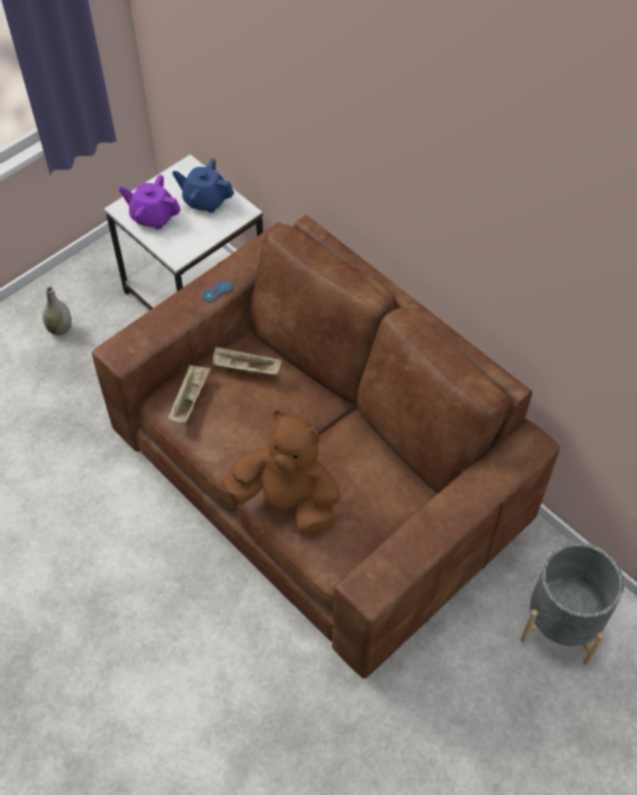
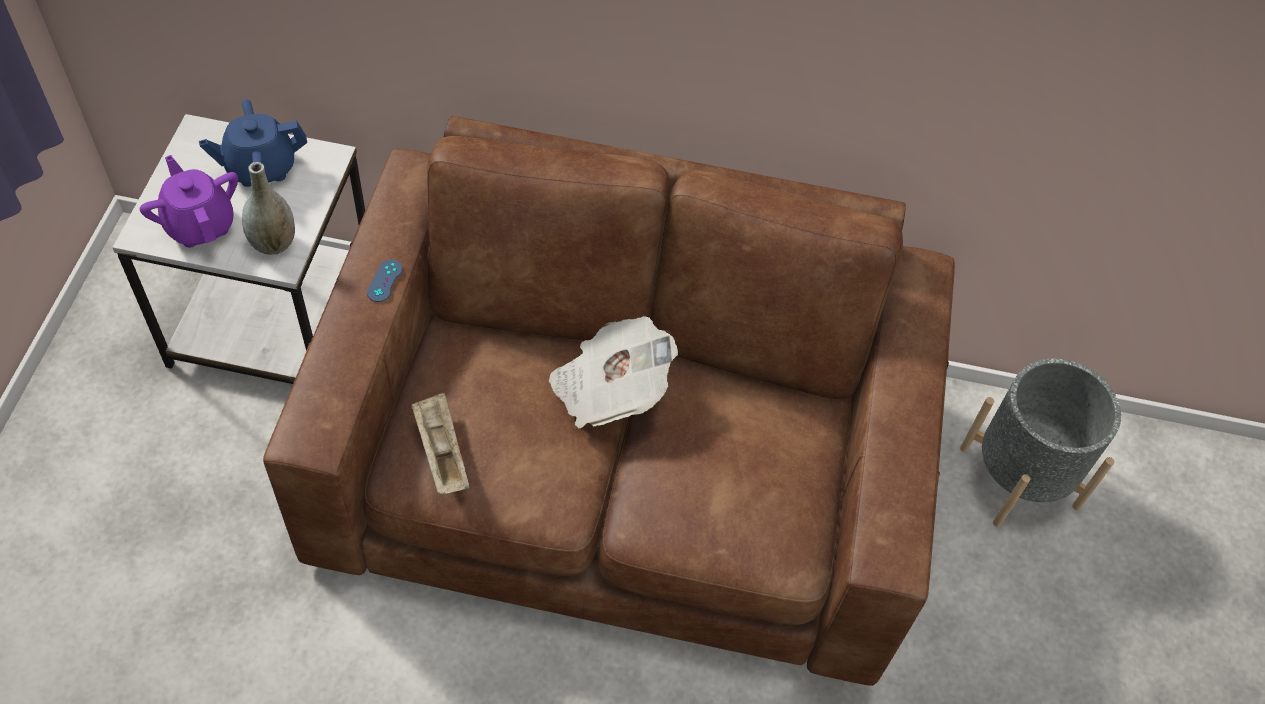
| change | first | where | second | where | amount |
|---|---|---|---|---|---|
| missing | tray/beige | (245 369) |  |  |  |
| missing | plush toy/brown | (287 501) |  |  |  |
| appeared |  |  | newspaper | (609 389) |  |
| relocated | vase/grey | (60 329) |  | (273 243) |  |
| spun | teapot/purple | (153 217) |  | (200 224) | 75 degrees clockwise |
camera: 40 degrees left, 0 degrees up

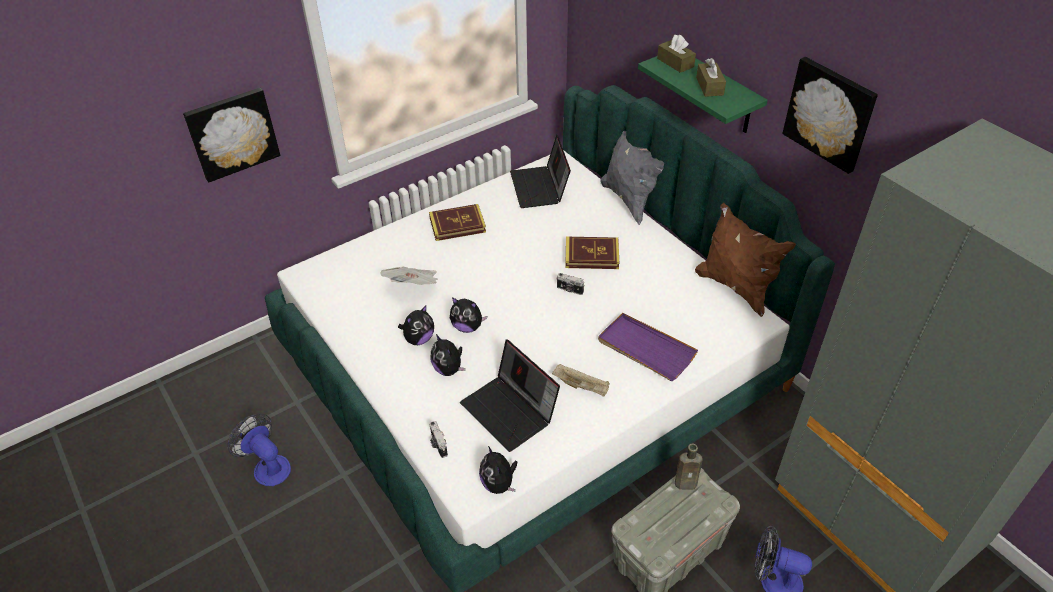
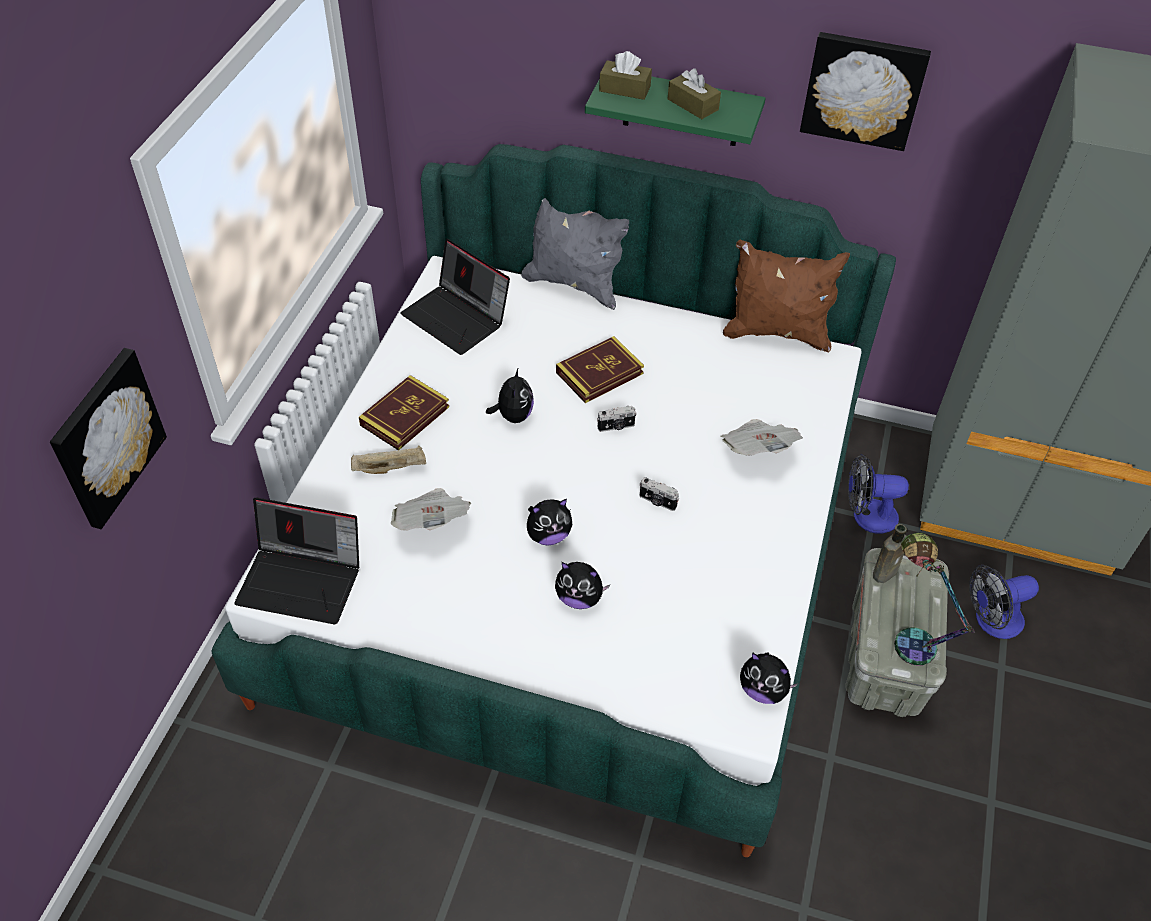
| change | first | where | second | where | amount |
|---|---|---|---|---|---|
| appeared |  |  | table lamp | (909 636) |  |
| relocated | fan | (268 466) |  | (867 516) |  |
| relocated | plush toy | (419 339) |  | (513 415) |  |
| relocated | photo camera | (438 445) |  | (657 502) |  |
| relocated | laptop | (510 411) |  | (303 580) |  |
| relocated | tray/beige | (581 386) |  | (390 468) |  |
| exchanged | tray/purple | (645 349) | newspaper | (757 450) |  |
camera: 40 degrees left, 5 degrees up

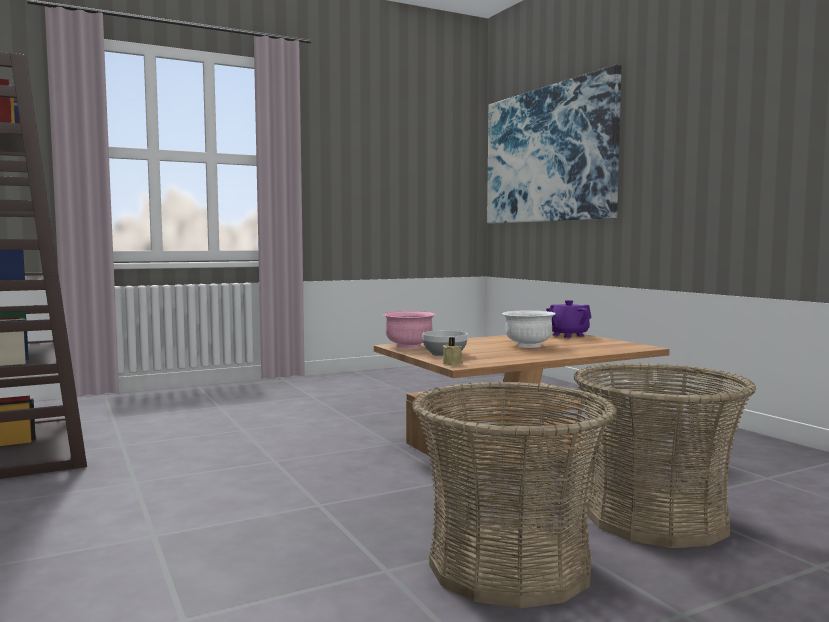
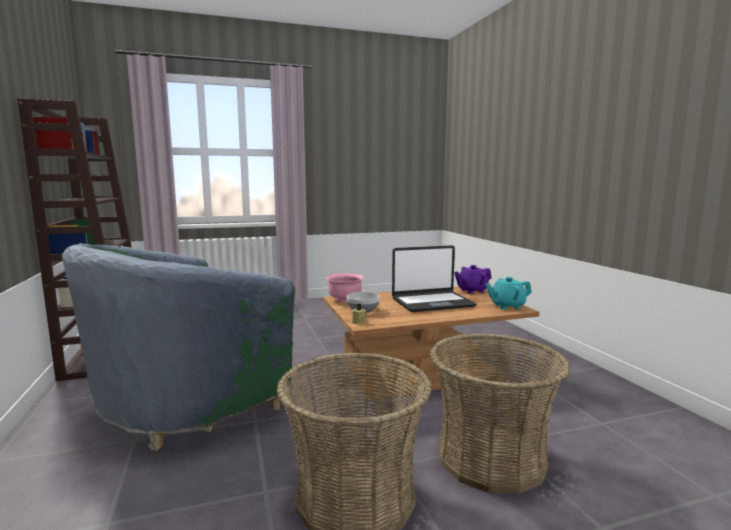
| change | first | where | second | where | amount |
|---|---|---|---|---|---|
| missing | picture | (548 155) |  |  |  |
| appeared |  |  | armchair/green | (189 406) |  |
| appeared |  |  | teapot/turquoise | (507 306) |  |
| exchanged | bowl/white | (528 345) | laptop | (432 302) |  |
camera: 10 degrees right, 5 degrees up

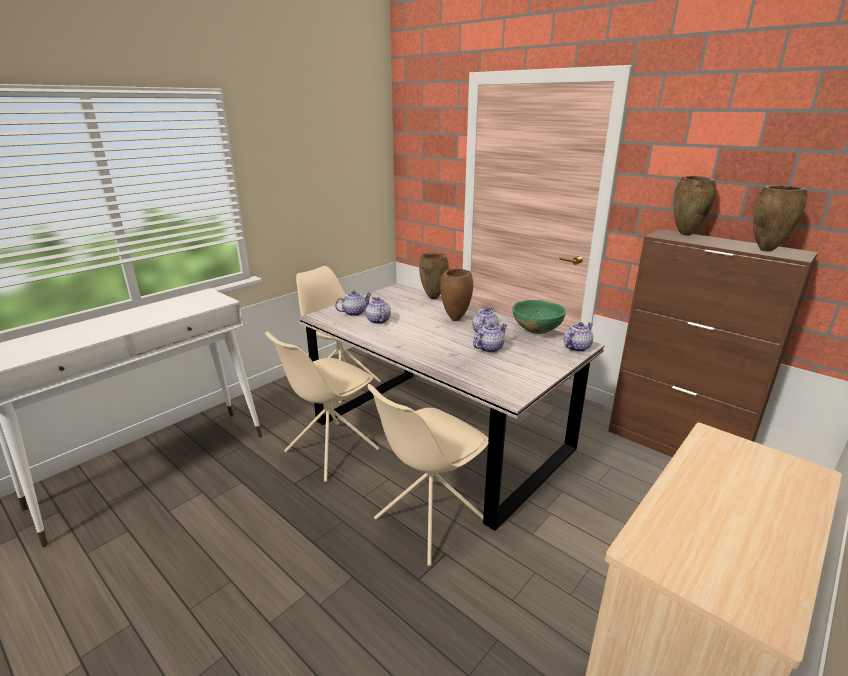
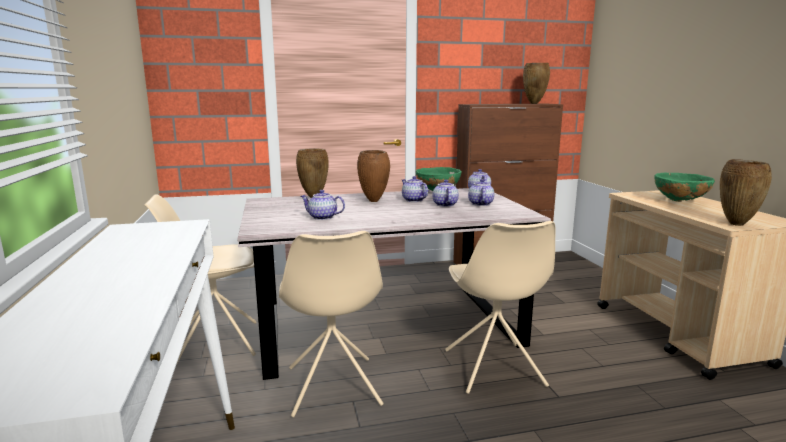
| change | first | where | second | where | amount |
|---|---|---|---|---|---|
| appeared |  |  | bowl/green | (680 201) |  |
| relocated | teapot | (354 312) |  | (480 204) |  |
| relocated | vase/brown | (686 234) |  | (737 224) |  |
camera: 55 degrees left, 10 degrees down

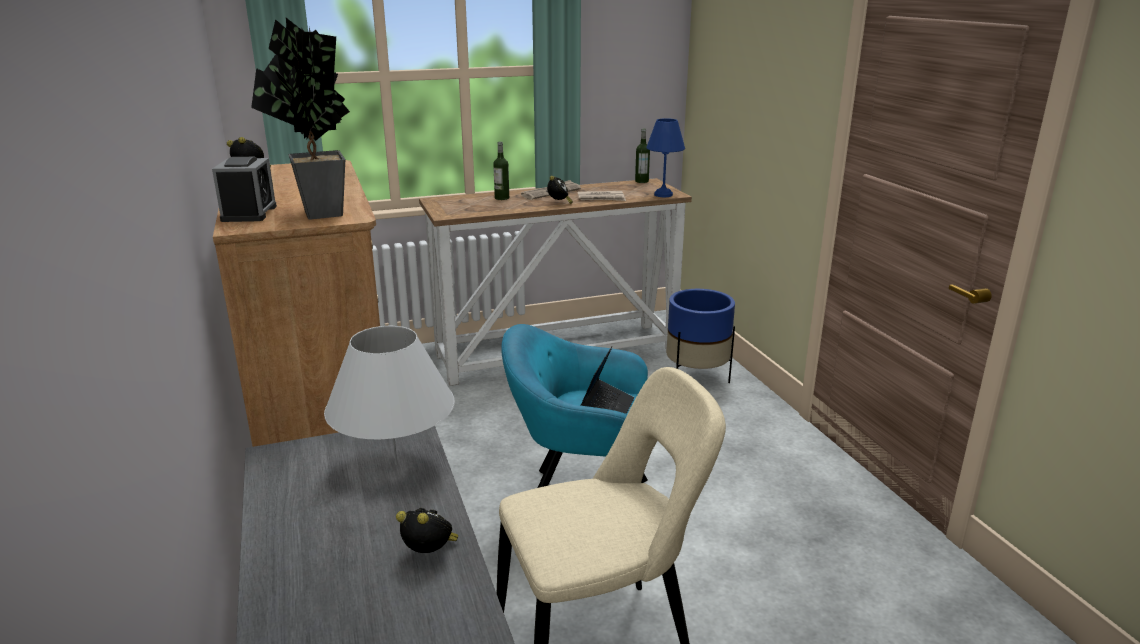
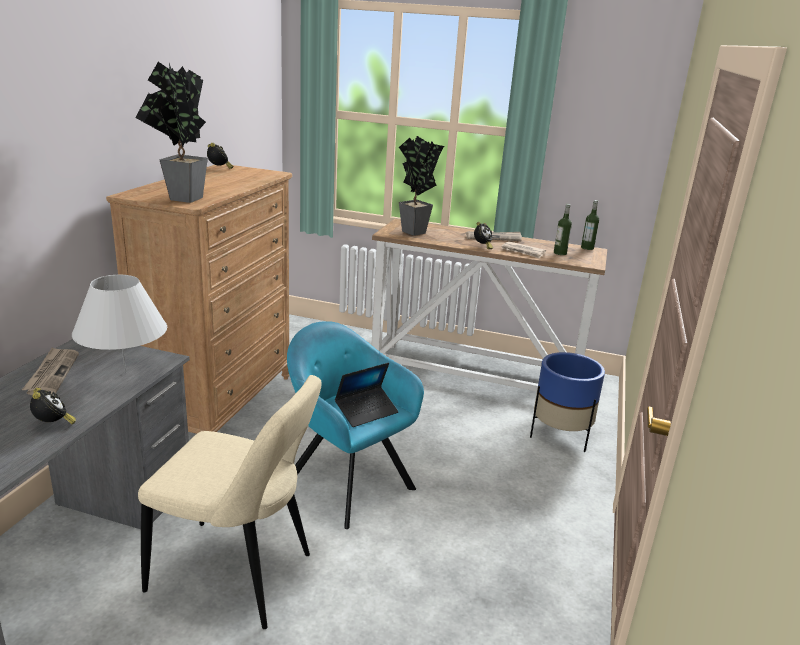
| change | first | where | second | where | amount |
|---|---|---|---|---|---|
| missing | alarm clock | (249 213) |  |  |  |
| missing | table lamp/blue | (664 195) |  |  |  |
| appeared |  |  | newspaper | (52 373) |  |
| appeared |  |  | potted plant | (414 233) |  |
| relocated | bottle | (502 198) |  | (560 253) |  |
camera: 35 degrees right, 0 degrees up

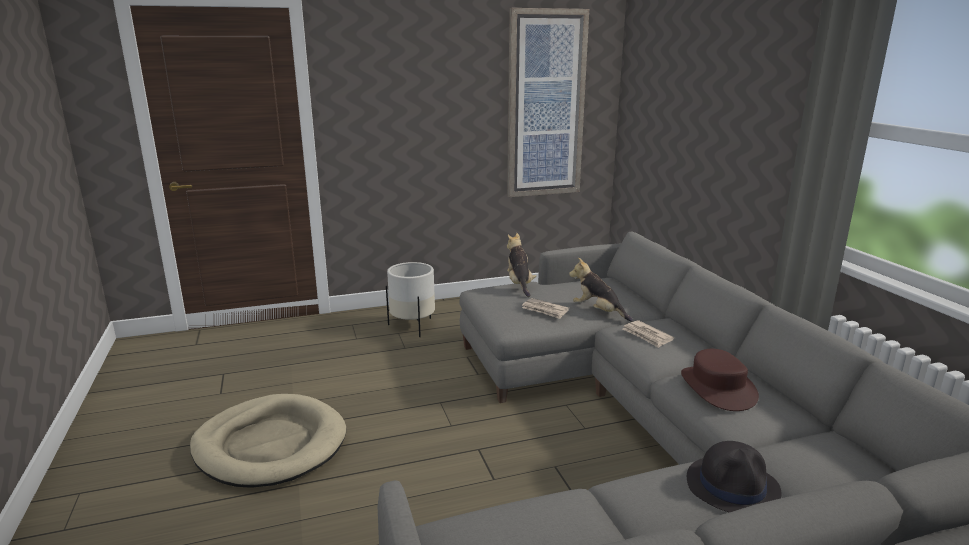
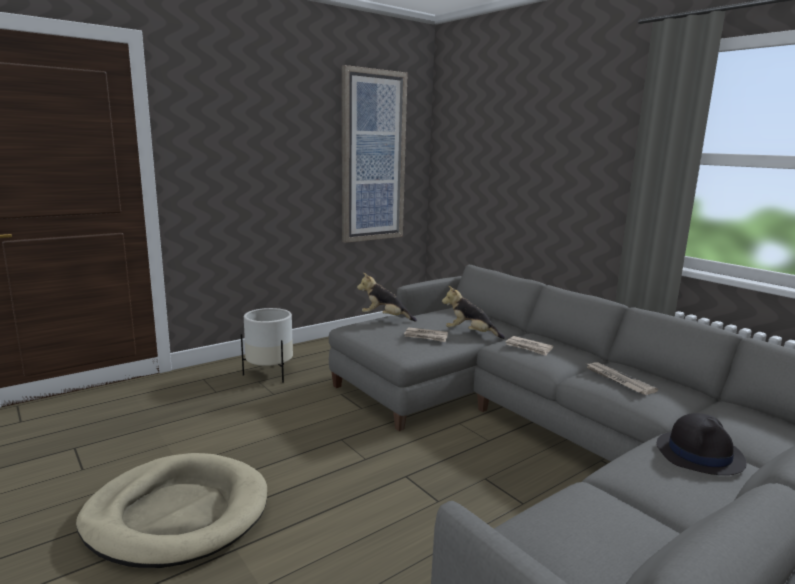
| change | first | where | second | where | amount |
|---|---|---|---|---|---|
| exchanged | hat/brown | (717 388) | newspaper | (618 380) |  |
| spun | plush toy | (519 284) |  | (385 318) | 45 degrees counterclockwise |
camera: 20 degrees left, 5 degrees down

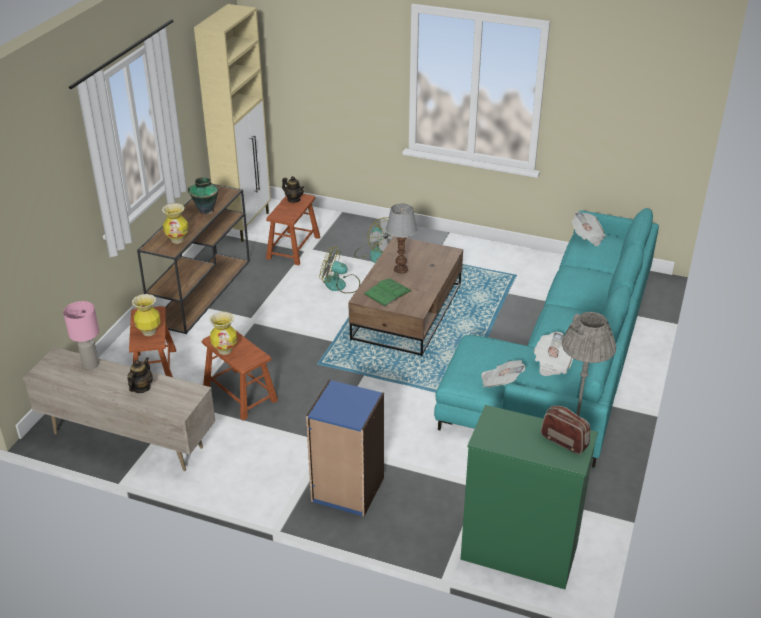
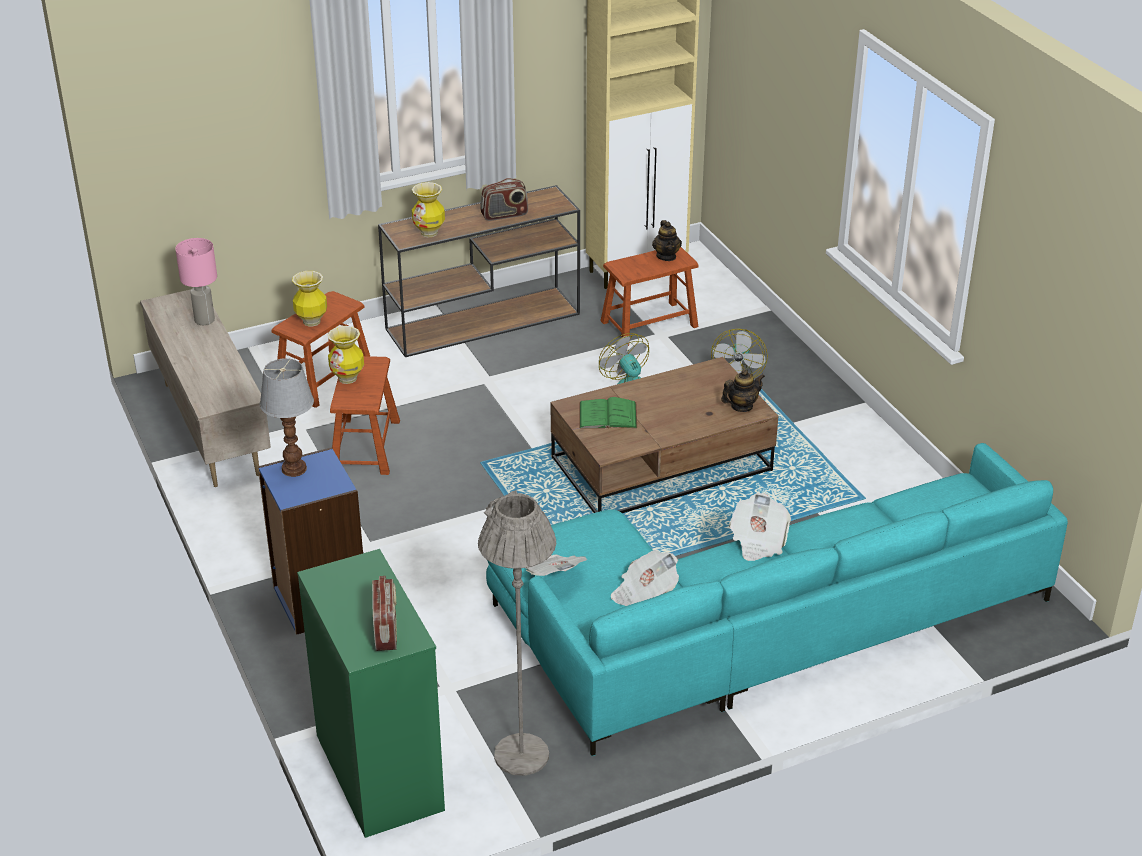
| change | first | where | second | where | amount |
|---|---|---|---|---|---|
| relocated | teapot | (141 388) |  | (741 406) |  |
| relocated | table lamp | (401 269) |  | (295 468) |  |
| relocated | newspaper | (587 237) |  | (758 541) |  |
| exchanged | vase | (205 211) | radio | (504 215) |  |
camera: 45 degrees right, 0 degrees up

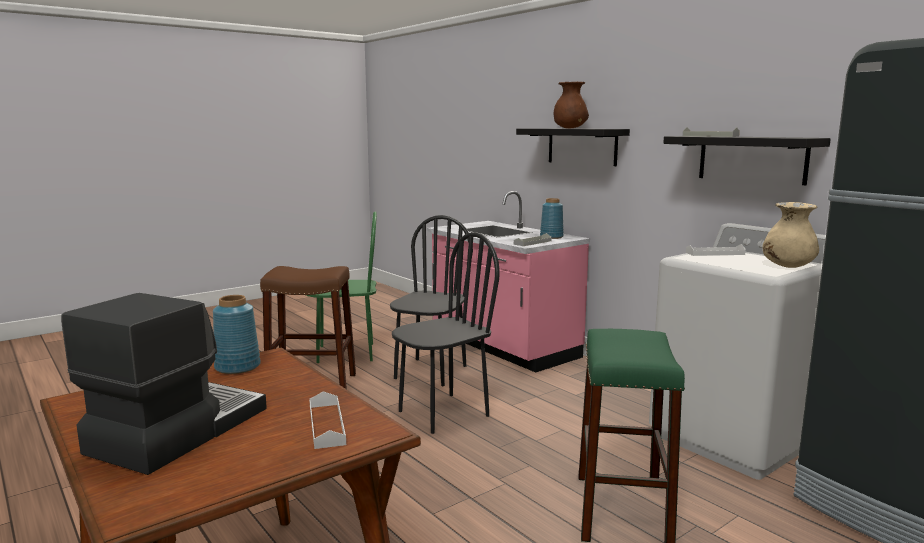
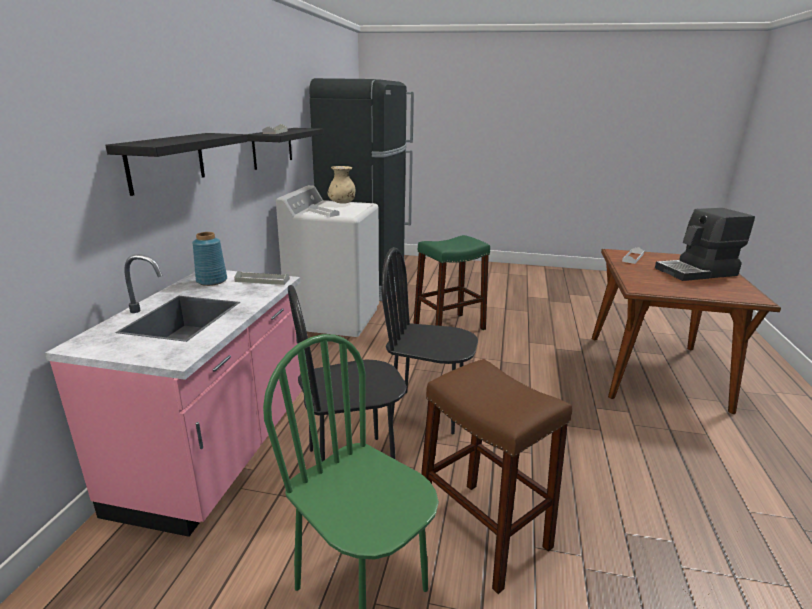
| change | first | where | second | where | amount |
|---|---|---|---|---|---|
| missing | vase/blue | (238 367) |  |  |  |
| missing | vase/brown | (570 128) |  |  |  |
camera: 130 degrees left, 10 degrees up

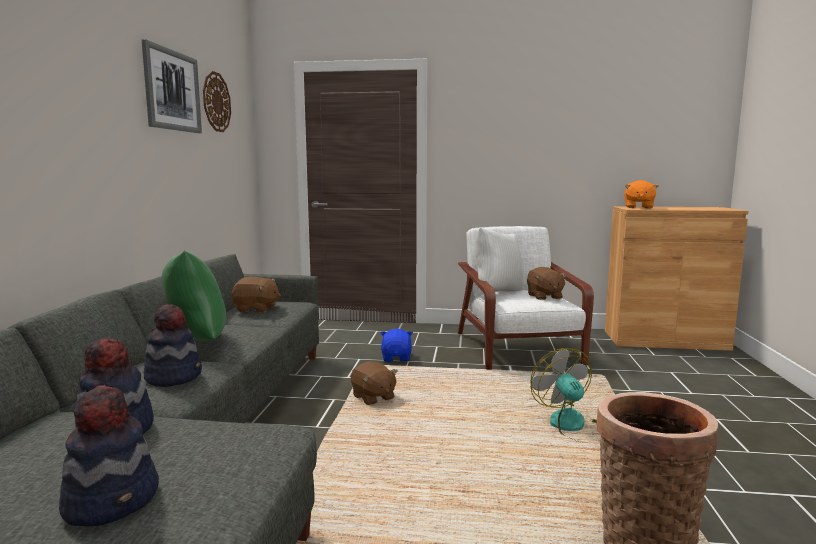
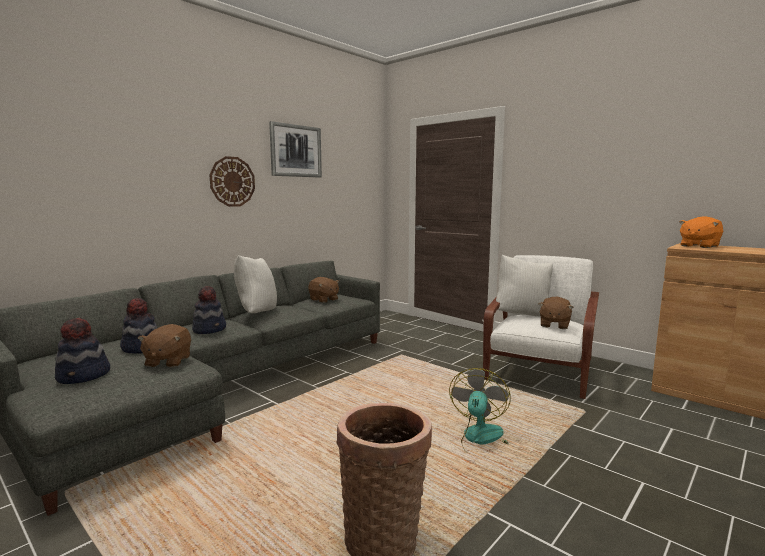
| change | first | where | second | where | amount |
|---|---|---|---|---|---|
| missing | plush toy/blue | (396 358) |  |  |  |
| relocated | wall clock | (216 102) |  | (232 181) |  |
| relocated | plush toy/brown | (373 398) |  | (167 361) |  |
| colour | pillow/green | (195 341) | pillow/white | (256 312) |  |
camera: 35 degrees right, 0 degrees up

